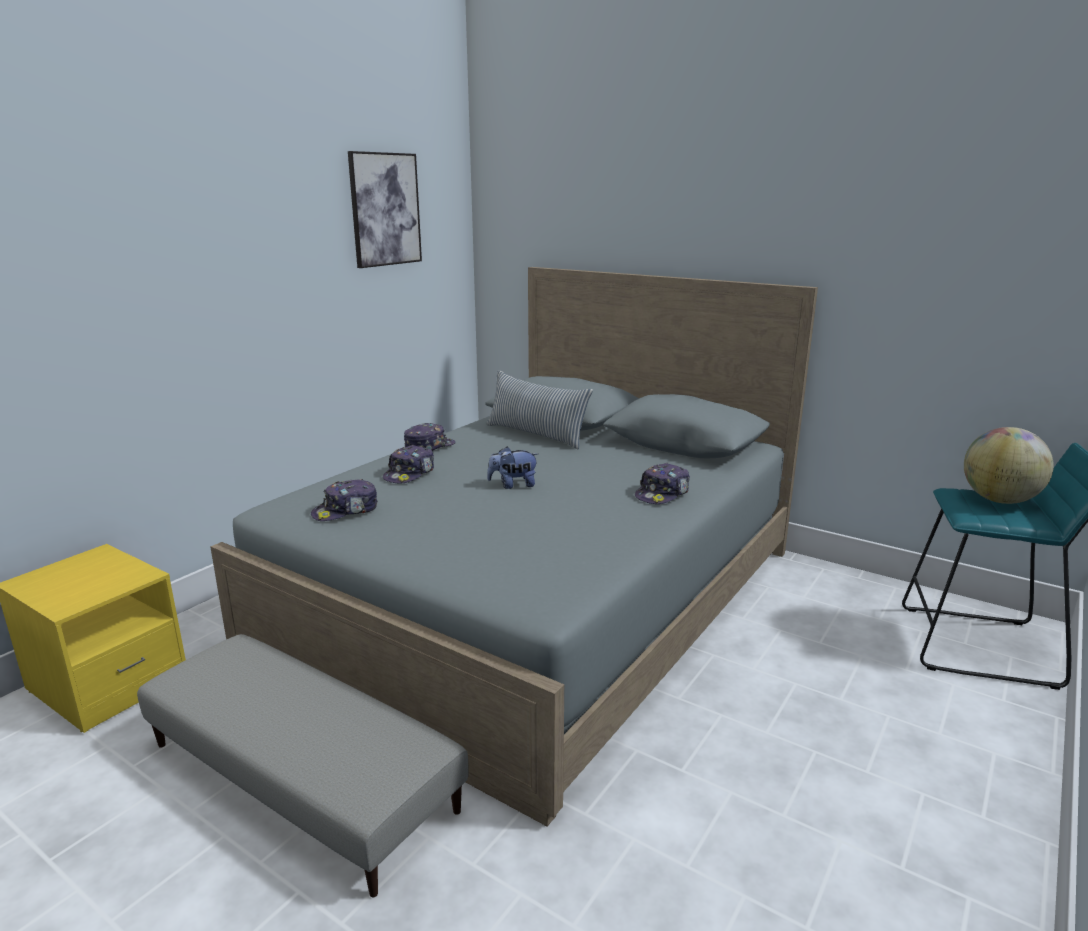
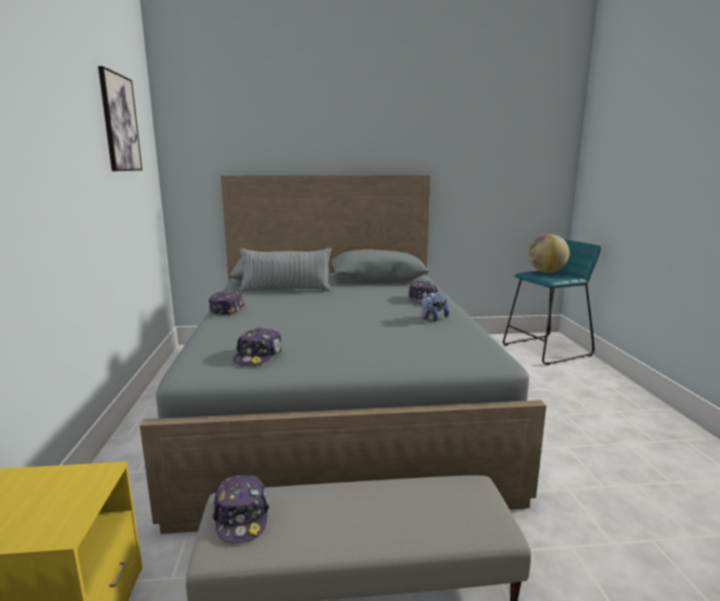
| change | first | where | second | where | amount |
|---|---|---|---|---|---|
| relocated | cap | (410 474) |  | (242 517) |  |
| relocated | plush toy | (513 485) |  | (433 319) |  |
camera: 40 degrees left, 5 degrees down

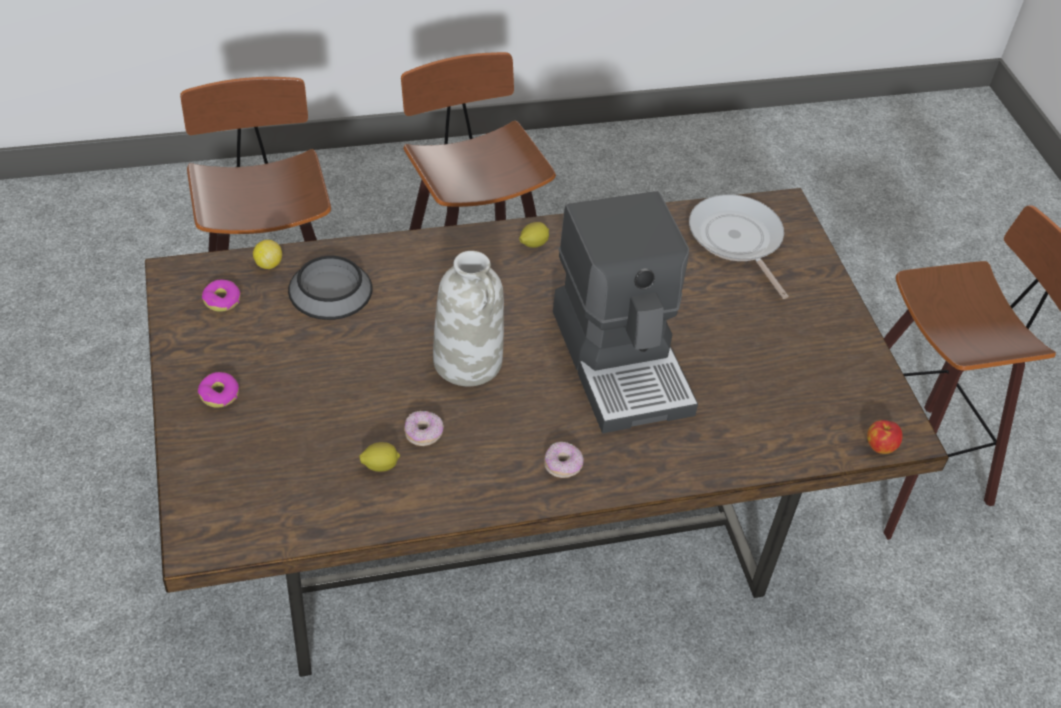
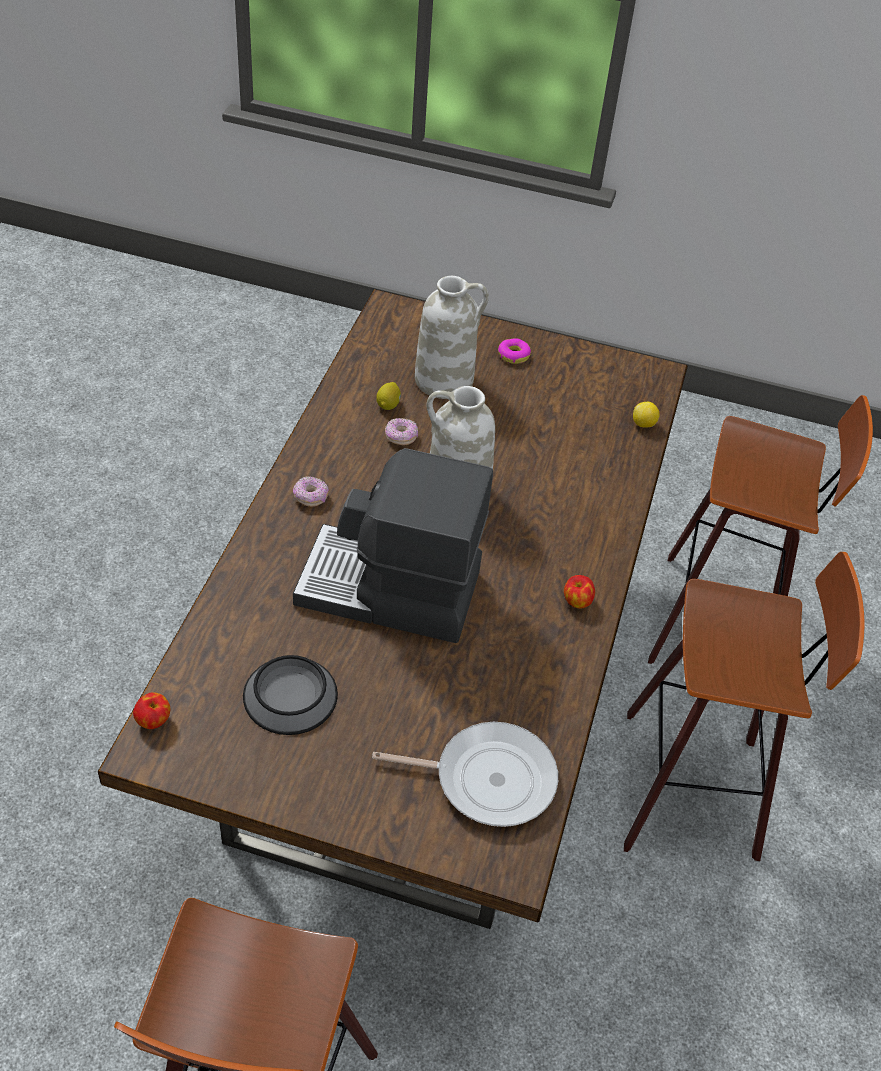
| change | first | where | second | where | amount |
|---|---|---|---|---|---|
| missing | donut | (222 300) |  |  |  |
| appeared |  |  | vase/white | (445 379) |  |
| relocated | bowl | (330 289) |  | (290 695) |  |
| exchanged | lemon | (533 244) | apple | (577 601) |  |
camera: 120 degrees right, 0 degrees up

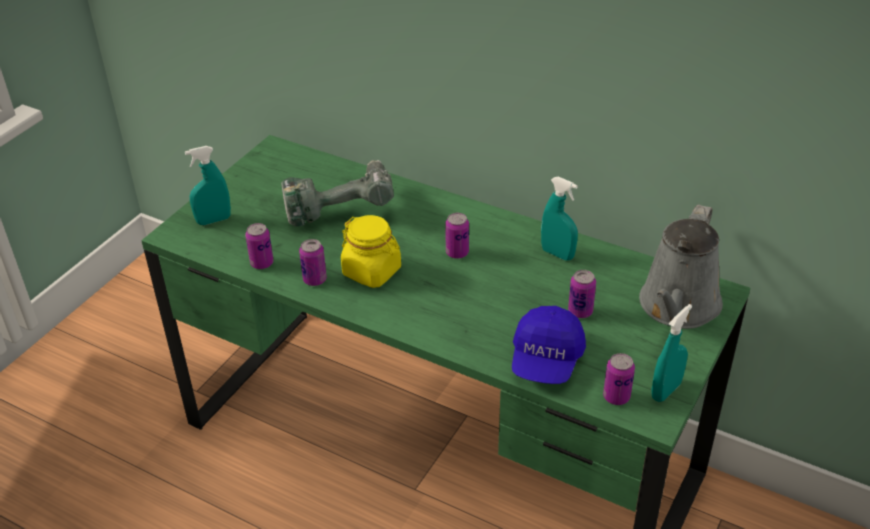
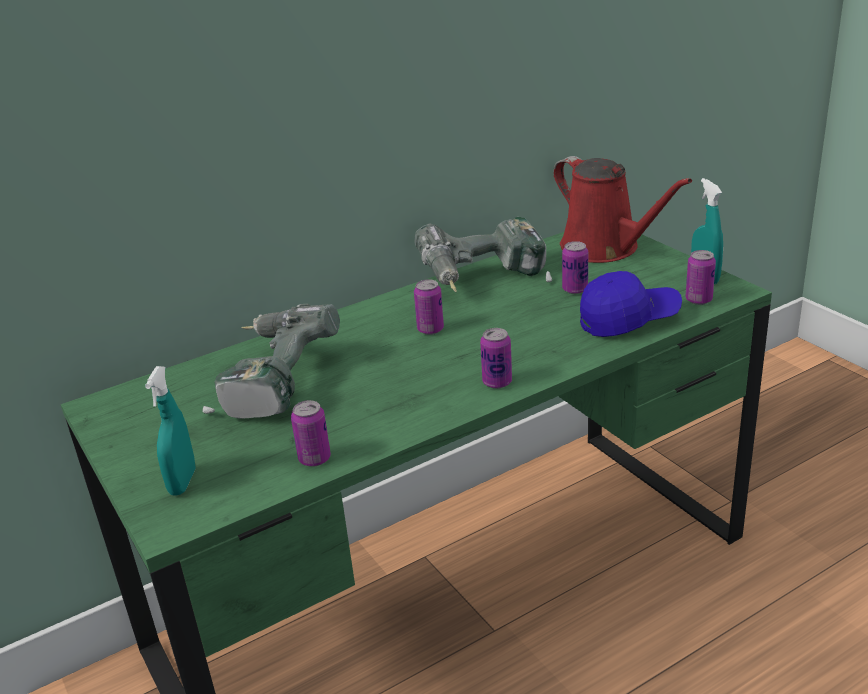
| change | first | where | second | where | amount |
|---|---|---|---|---|---|
| missing | jar/yellow | (372 271) |  |  |  |
| relocated | can | (315 280) |  | (497 382) |  |
| exchanged | spray bottle/turquoise | (557 254) | power drill | (484 281) |  |
| colour | watering can/grey | (678 307) | watering can/red | (605 248) |  |
| spun | cap/blue | (546 360) |  | (628 320) | 60 degrees counterclockwise |
camera: 60 degrees left, 10 degrees down

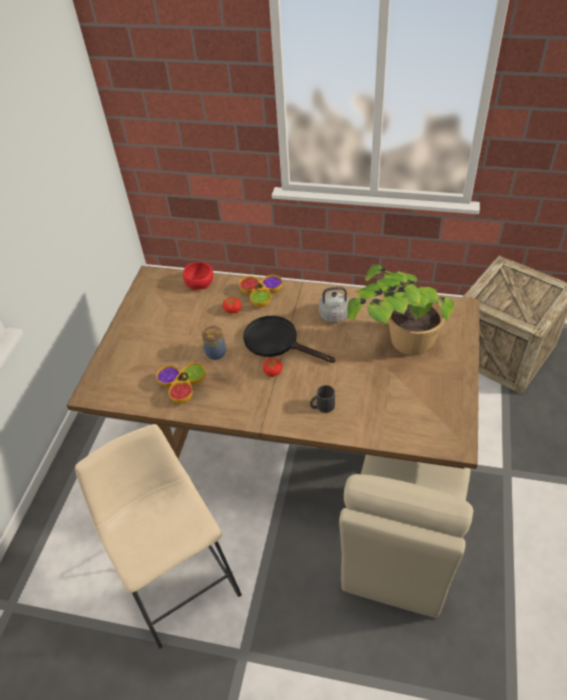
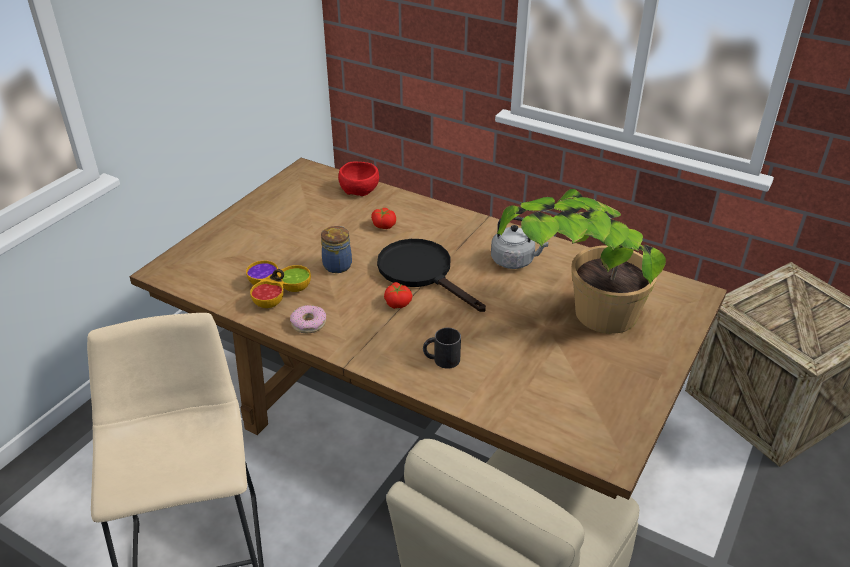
| change | first | where | second | where | amount |
|---|---|---|---|---|---|
| missing | bowl | (261 294) |  |  |  |
| appeared |  |  | donut | (308 323) |  |
camera: 15 degrees right, 10 degrees down

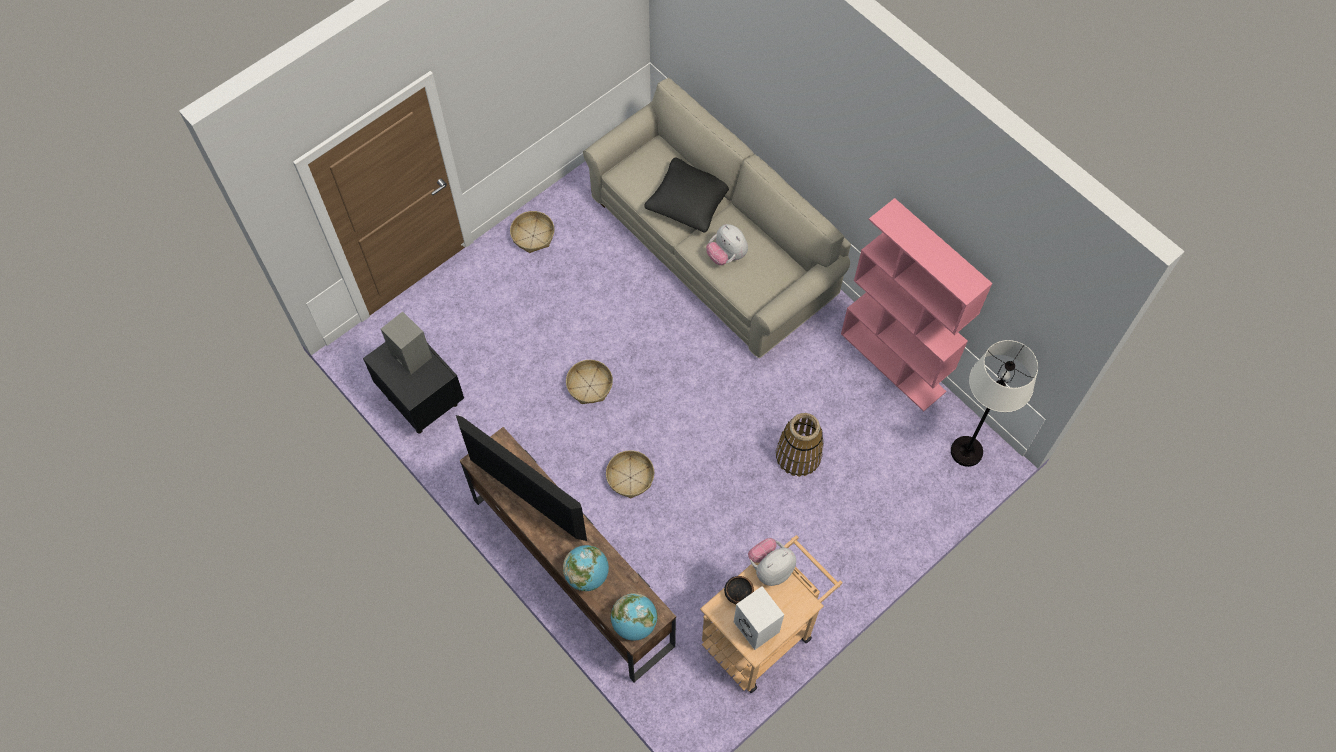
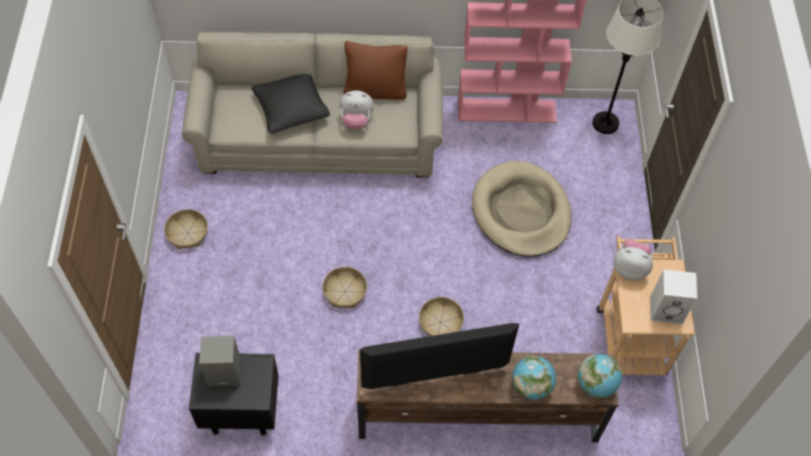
| change | first | where | second | where | amount |
|---|---|---|---|---|---|
| missing | bowl | (738 593) |  |  |  |
| appeared |  |  | pillow/brown | (375 90) |  |
| exchanged | basket | (798 455) | dog bed/beige | (521 212) |  |
| spun | plush toy | (770 568) |  | (630 268) | 105 degrees clockwise |
camera: 50 degrees left, 5 degrees down

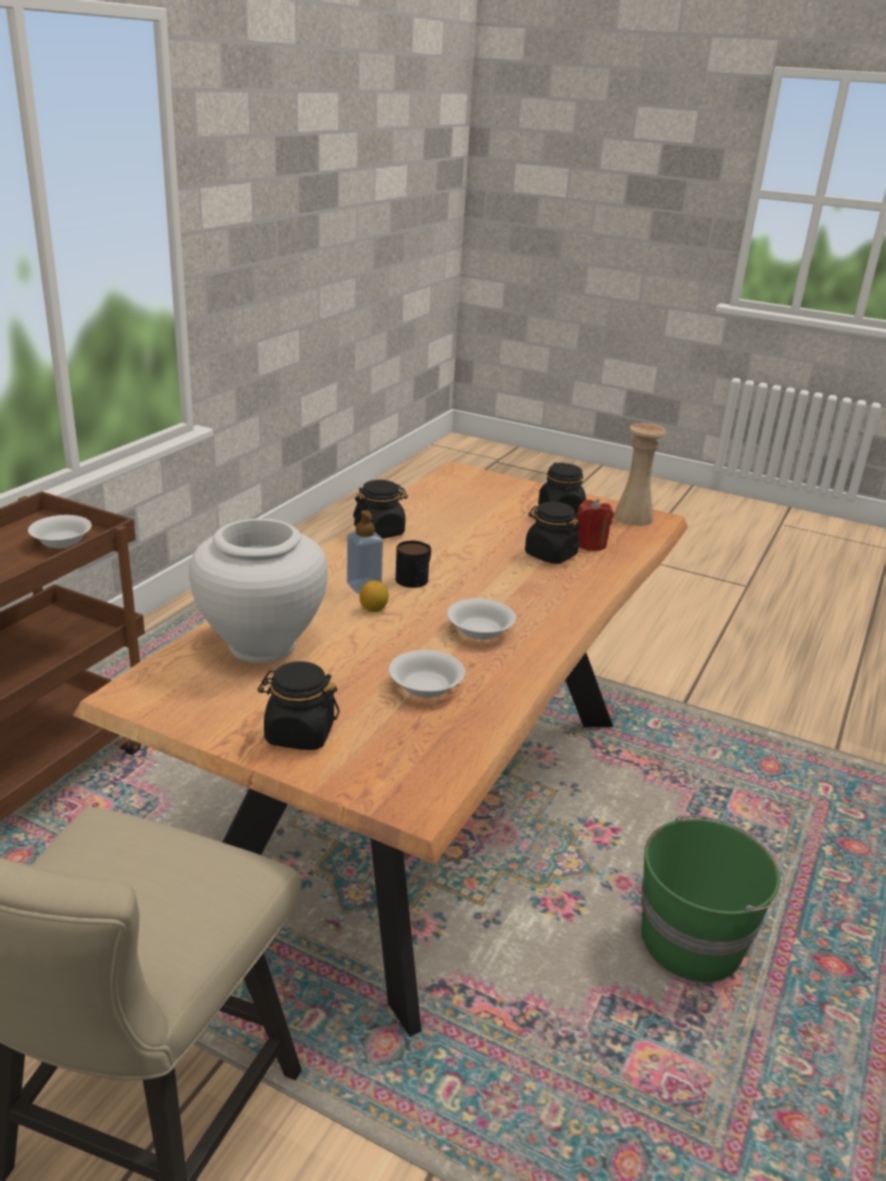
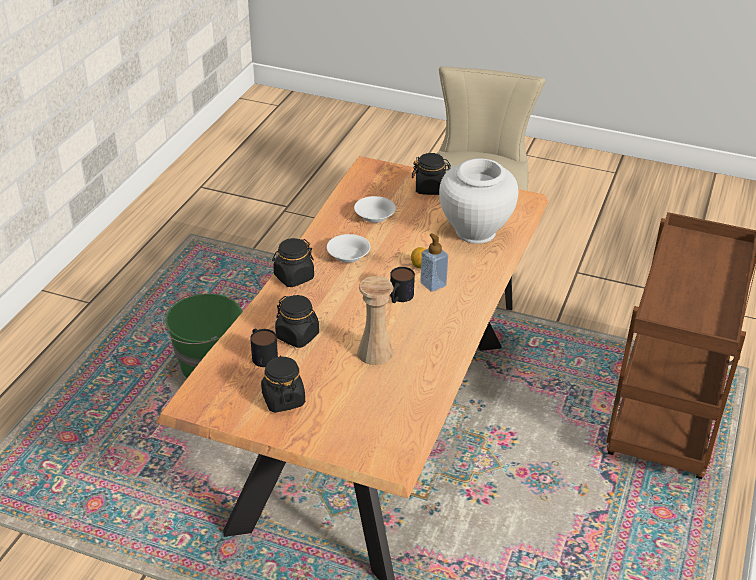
| change | first | where | second | where | amount |
|---|---|---|---|---|---|
| missing | bowl/white | (63 542) |  |  |  |
| relocated | jar/black | (379 531) |  | (293 277) |  |
| relocated | vase/beige | (633 517) |  | (375 353) |  |
| exchanged | candle/red | (590 544) | mug | (262 354) |  |
camera: 175 degrees right, 10 degrees up

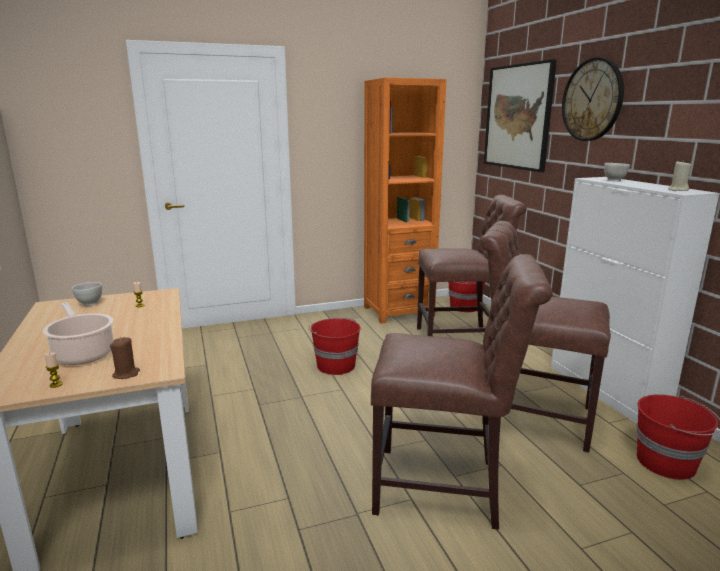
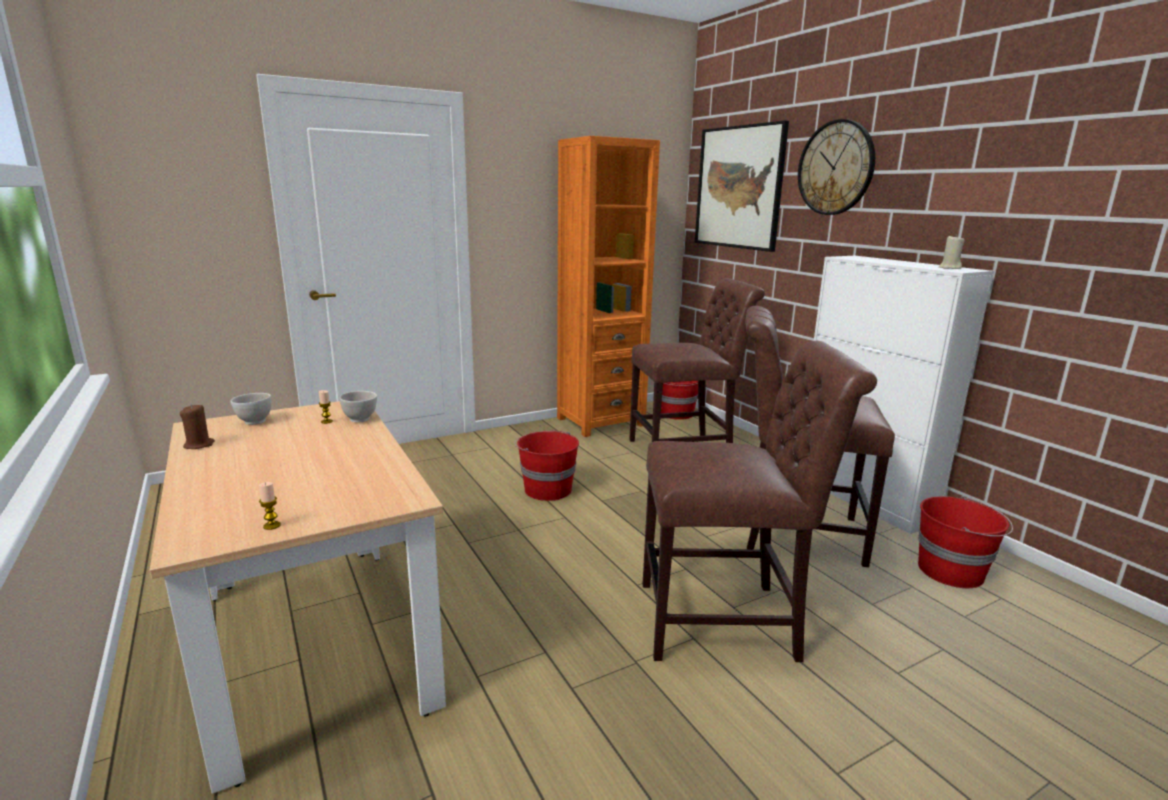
| change | first | where | second | where | amount |
|---|---|---|---|---|---|
| missing | cooking pot | (83 353) |  |  |  |
| relocated | candle/brown | (126 374) |  | (199 445) |  |
| relocated | bowl/white | (614 180) |  | (360 419) |  |
camera: 10 degrees left, 0 degrees up

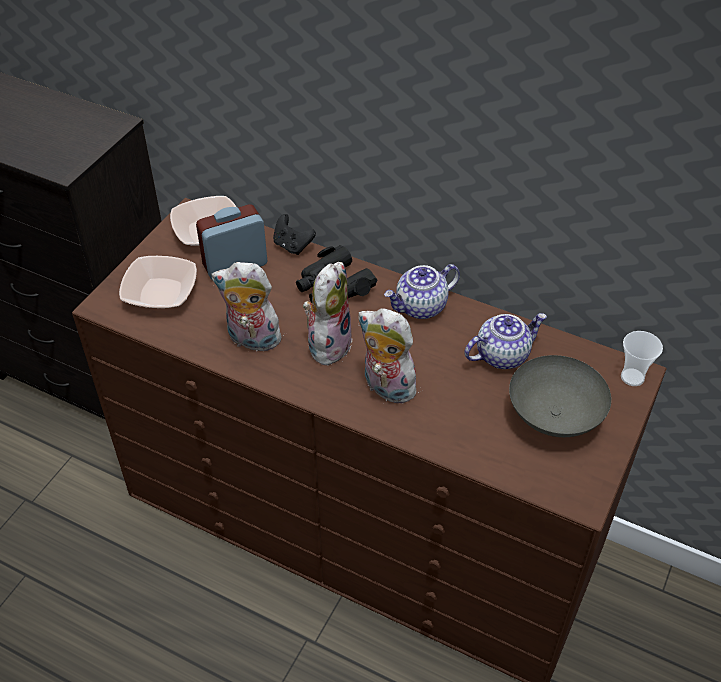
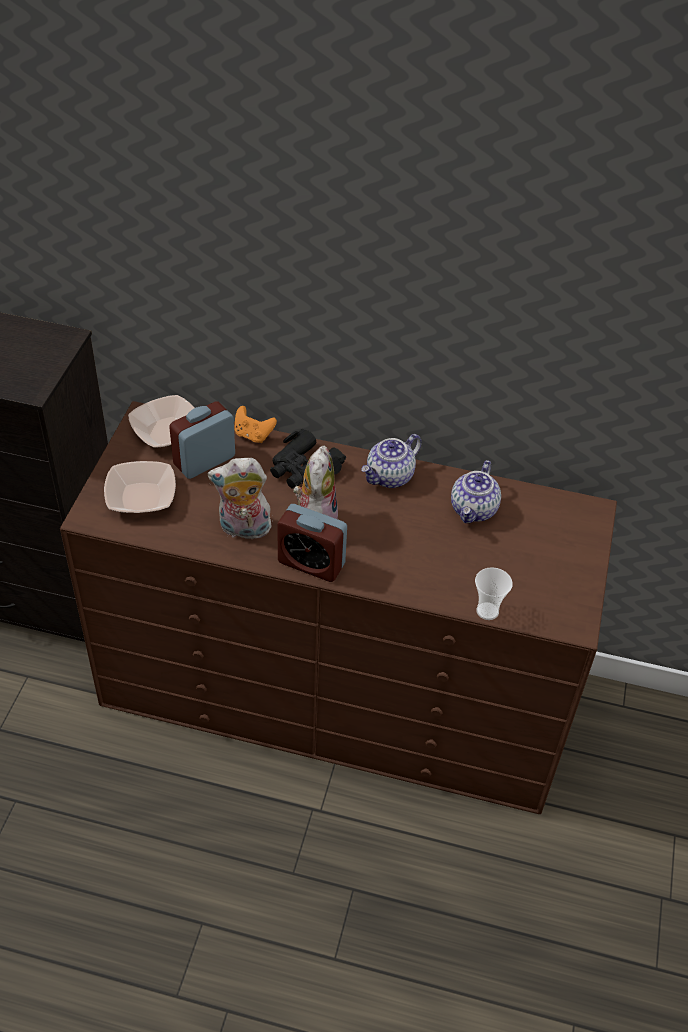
| change | first | where | second | where | amount |
|---|---|---|---|---|---|
| missing | plush toy | (385 388) |  |  |  |
| missing | bowl/grey | (553 417) |  |  |  |
| appeared |  |  | alarm clock | (311 563) |  |
| relocated | cup | (632 377) |  | (487 611) |  |
| colour | game controller/black | (292 246) | game controller/orange | (253 435) |  |
| spun | teapot | (502 355) |  | (474 510) | 150 degrees clockwise |
camera: 15 degrees left, 0 degrees up

